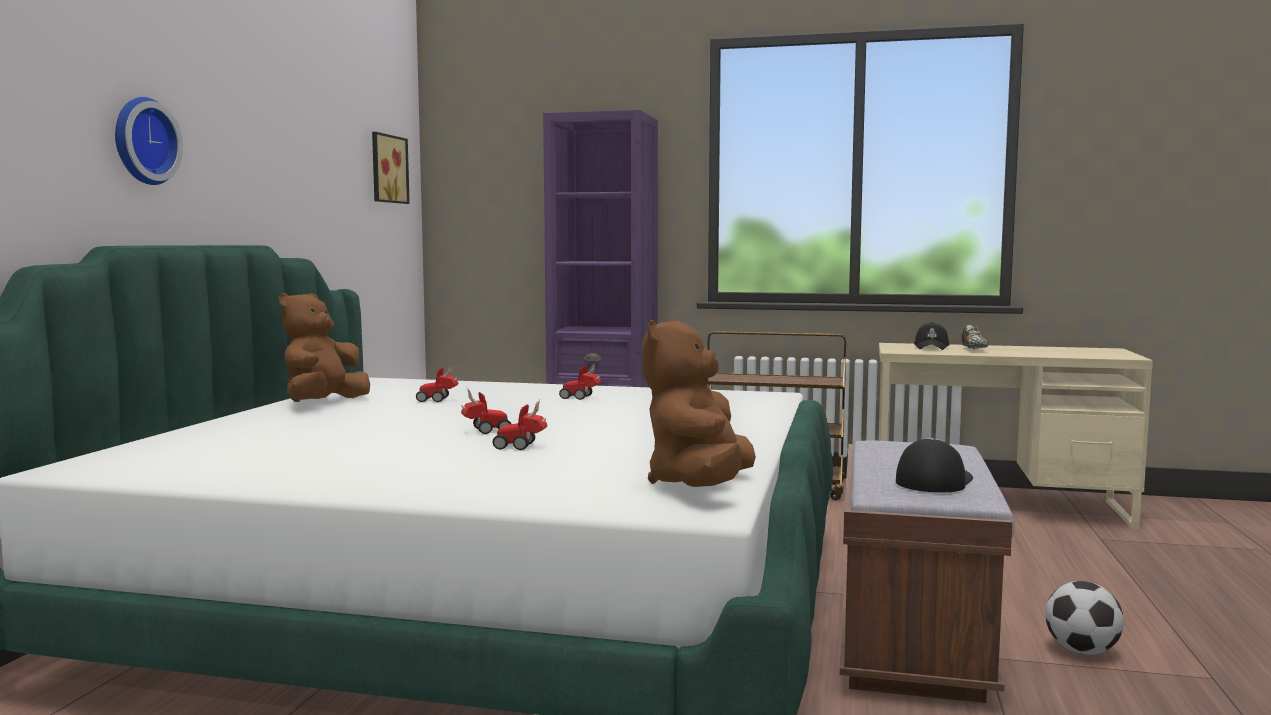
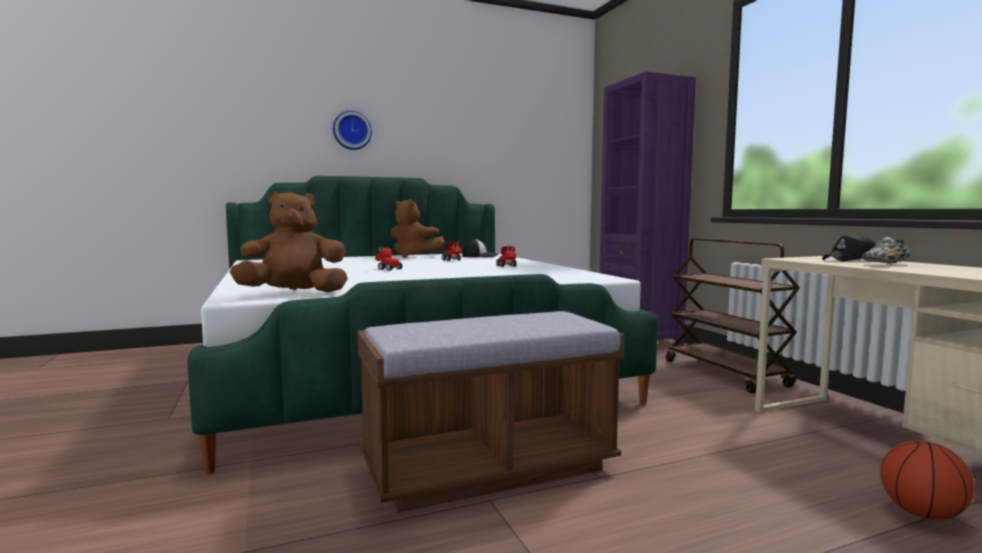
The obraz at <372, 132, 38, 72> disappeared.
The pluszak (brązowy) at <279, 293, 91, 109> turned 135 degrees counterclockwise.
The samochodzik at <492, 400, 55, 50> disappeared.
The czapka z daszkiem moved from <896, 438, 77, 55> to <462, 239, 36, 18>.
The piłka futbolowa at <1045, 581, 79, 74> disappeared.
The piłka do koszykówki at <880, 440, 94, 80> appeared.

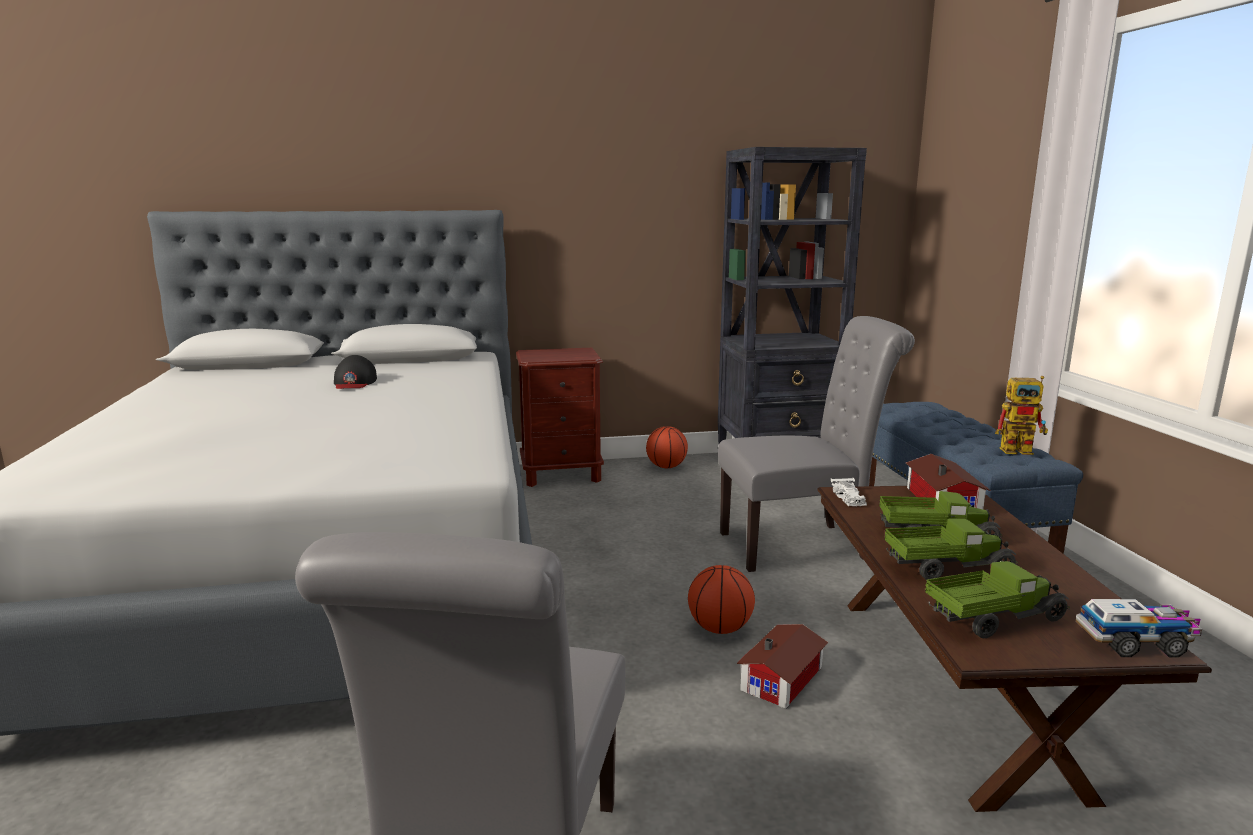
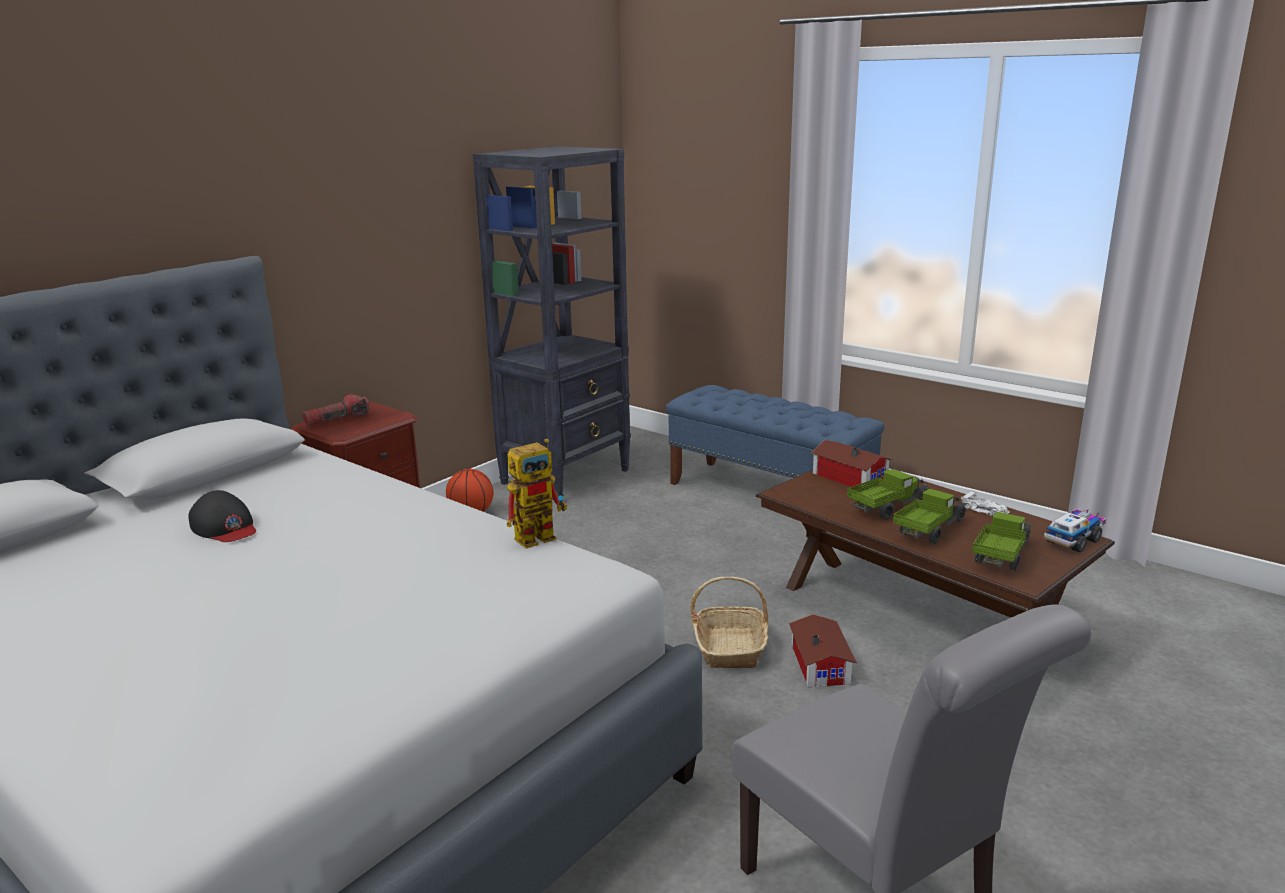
The krzesło (szary) at <718, 316, 197, 256> disappeared.
The robot zabawkowy moved from <995, 376, 53, 79> to <507, 439, 60, 109>.
The samochodzik (biały) moved from <831, 478, 36, 29> to <961, 490, 49, 26>.
The piłka do koszykówki at <688, 565, 67, 69> was replaced by the koszyk at <690, 577, 78, 91>.
The latarka at <302, 394, 68, 32> appeared.

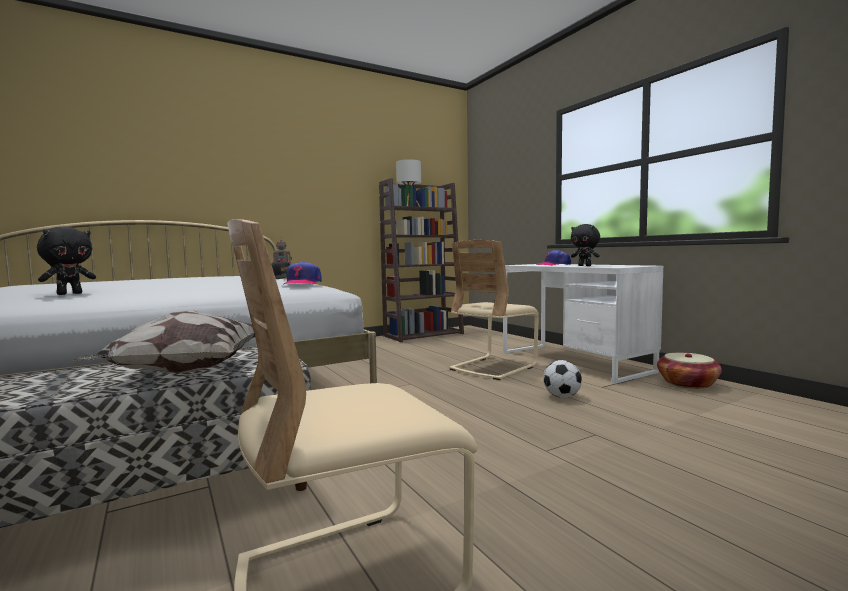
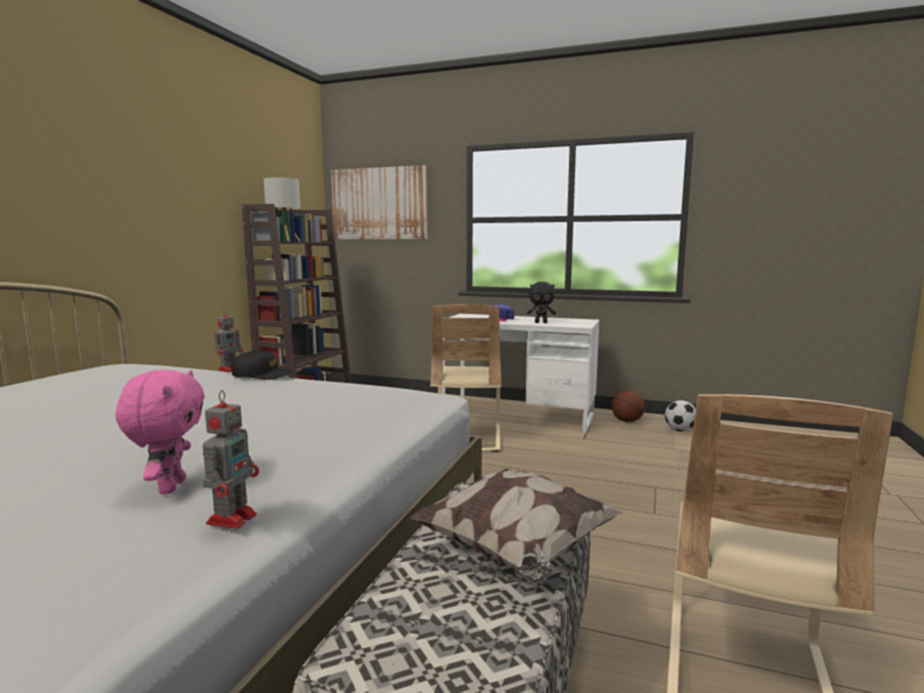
The pluszak (czarny) at <37, 227, 59, 68> became the pluszak (różowy) at <116, 370, 89, 124>.
The czapka z daszkiem at <284, 262, 38, 22> disappeared.
The koszyk at <657, 353, 65, 36> was replaced by the piłka do koszykówki at <611, 390, 34, 32>.
The piłka futbolowa moved from <543, 360, 39, 38> to <665, 400, 31, 31>.
The obraz at <331, 165, 97, 74> appeared.
The robot zabawkowy at <203, 390, 56, 139> appeared.

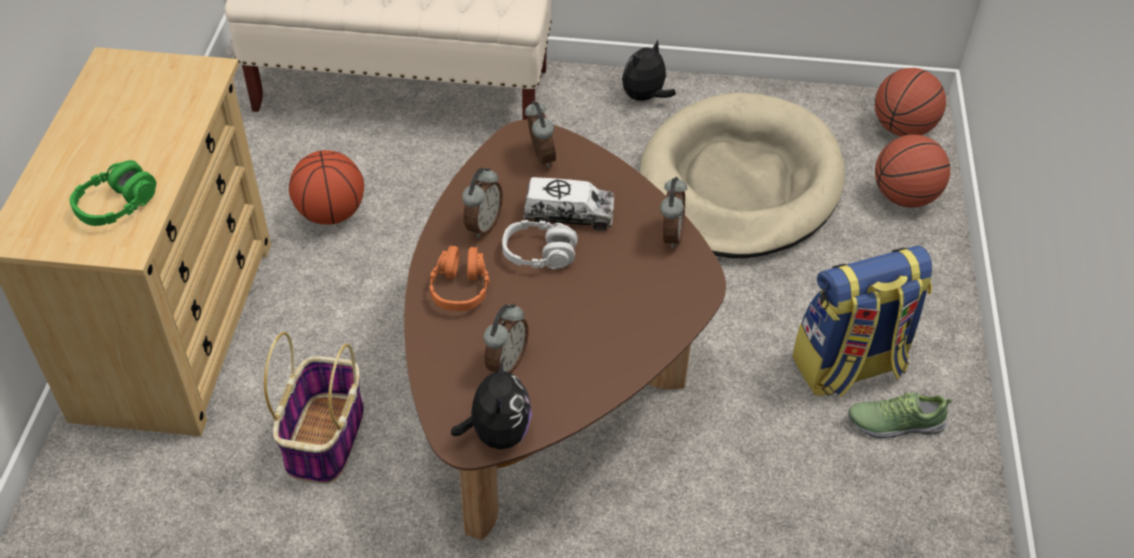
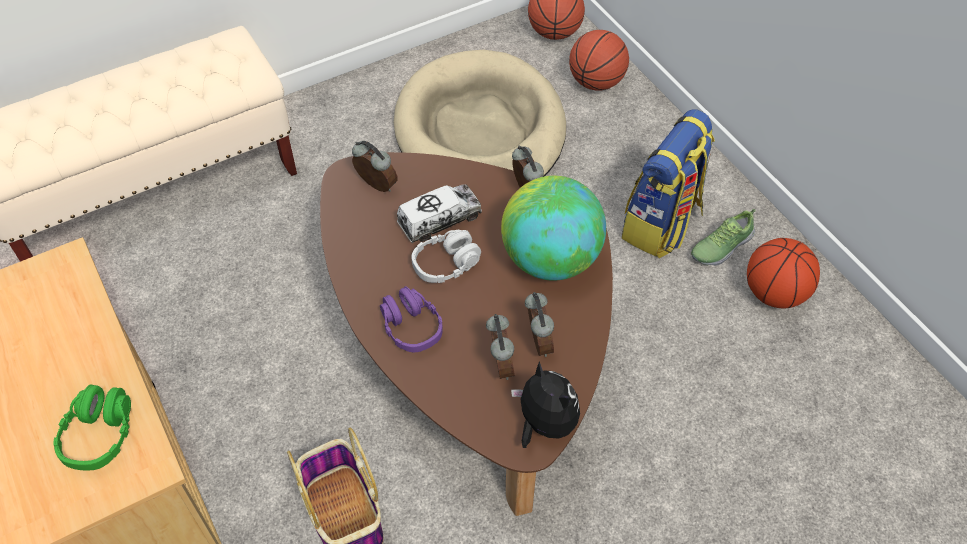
The pluszak at <622, 39, 54, 62> disappeared.
The piłka do koszykówki moved from <289, 150, 75, 75> to <747, 238, 73, 71>.
The budzik moved from <462, 167, 41, 71> to <525, 292, 29, 65>.
The słuchawki (pomarańczowy) at <429, 245, 61, 66> became the słuchawki (fioletowy) at <380, 286, 63, 66>.
The globus at <501, 176, 105, 105> appeared.

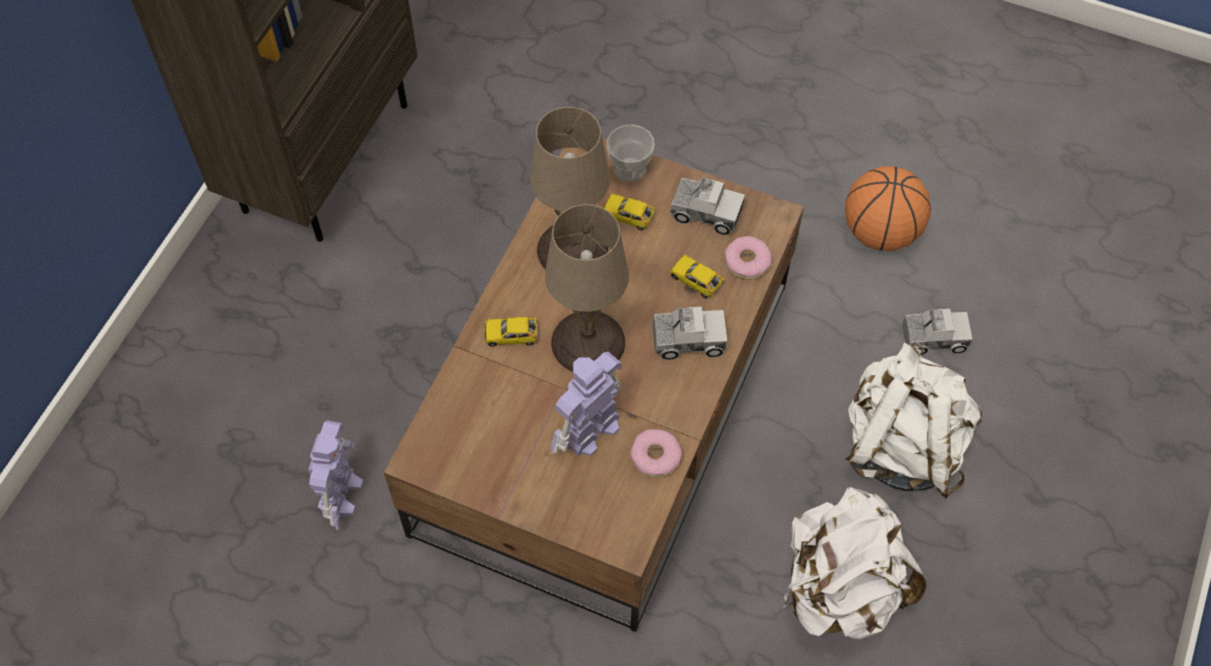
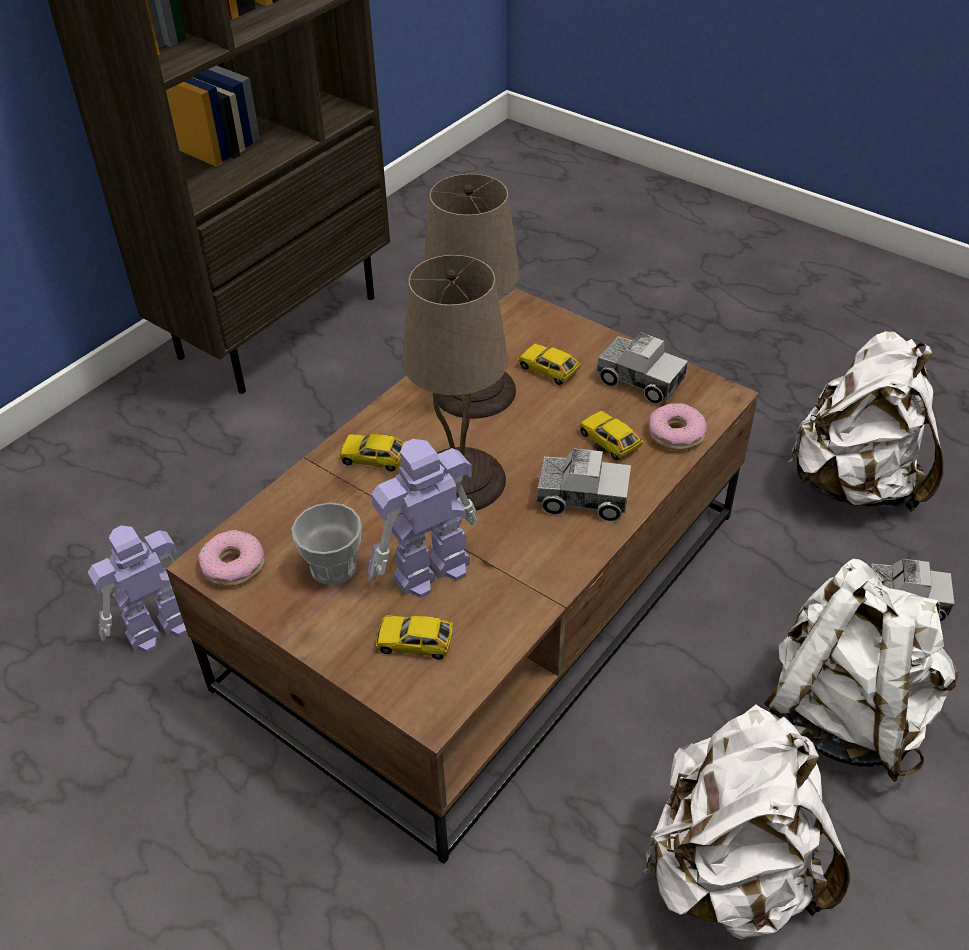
The filiżanka moved from <607, 125, 48, 57> to <292, 502, 70, 83>.
The piłka do koszykówki at <845, 166, 86, 85> was replaced by the plecak (biały) at <788, 331, 156, 180>.
The robot zabawkowy at <308, 420, 55, 110> turned 150 degrees counterclockwise.
The donut moved from <630, 429, 52, 49> to <198, 530, 67, 56>.
The samochodzik at <376, 615, 77, 45> appeared.

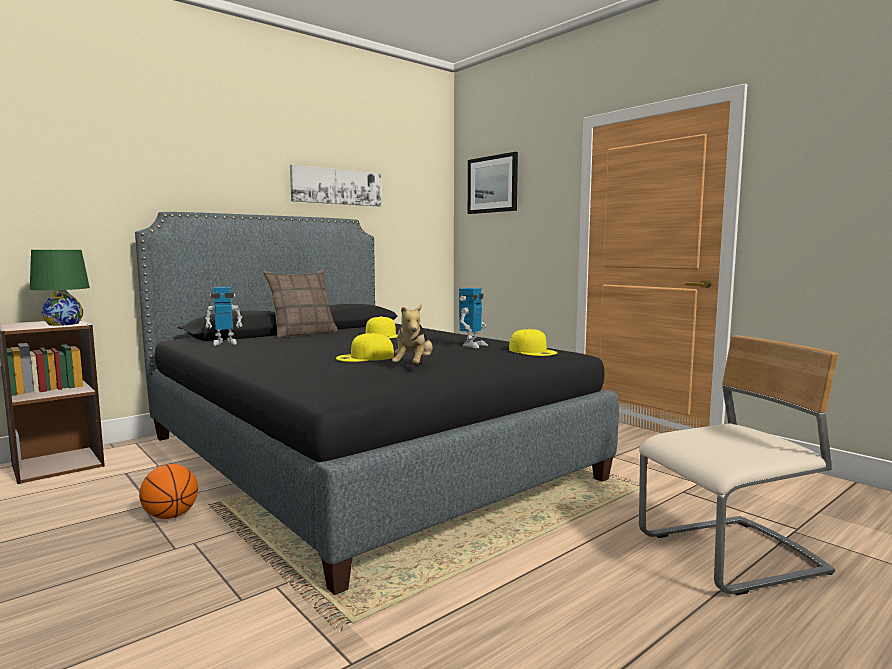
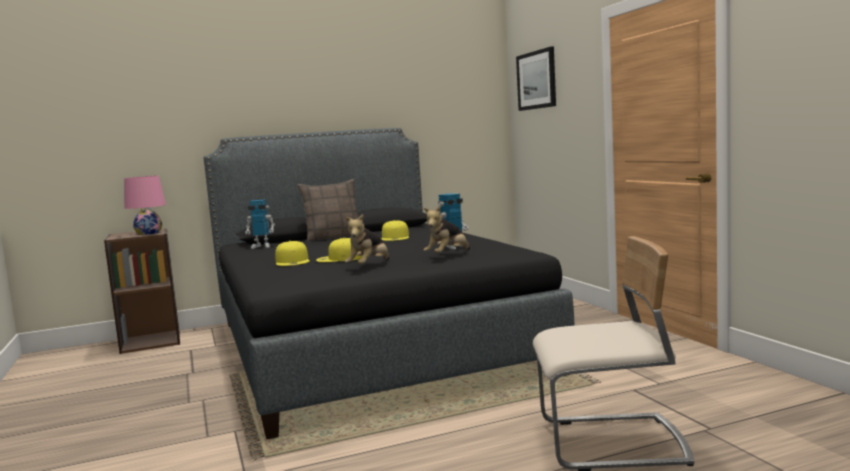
The obraz at <290, 165, 91, 41> disappeared.
The lampa stołowa (zielony) at <30, 250, 60, 76> became the lampa stołowa (różowy) at <124, 176, 42, 59>.
The czapka z daszkiem (żółty) moved from <509, 329, 48, 27> to <275, 241, 35, 25>.
The piłka do koszykówki at <139, 464, 59, 55> disappeared.
The pluszak at <424, 205, 46, 48> appeared.

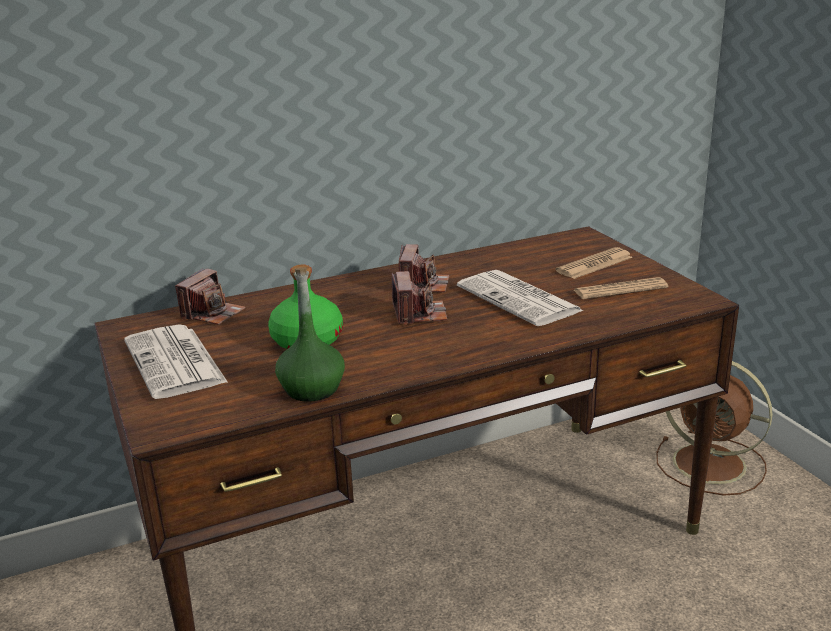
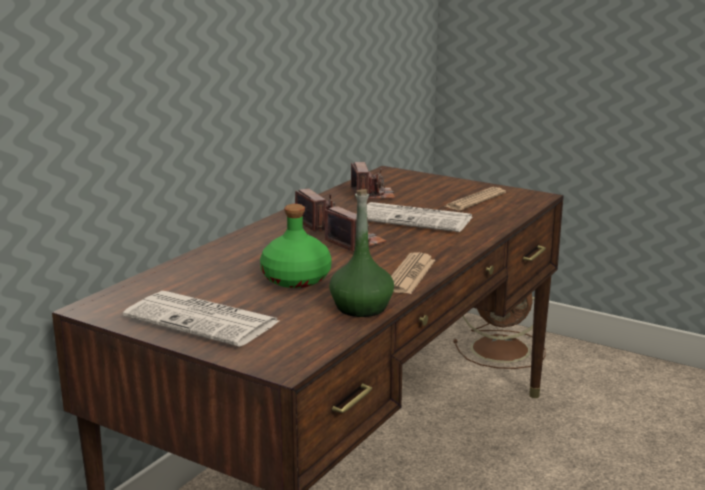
The gazeta moved from <556, 247, 77, 32> to <391, 252, 44, 42>.
The aparat fotograficzny moved from <175, 269, 71, 56> to <351, 162, 44, 38>.

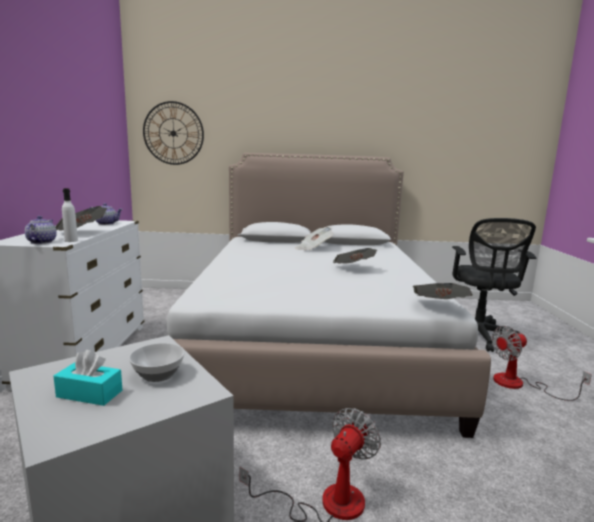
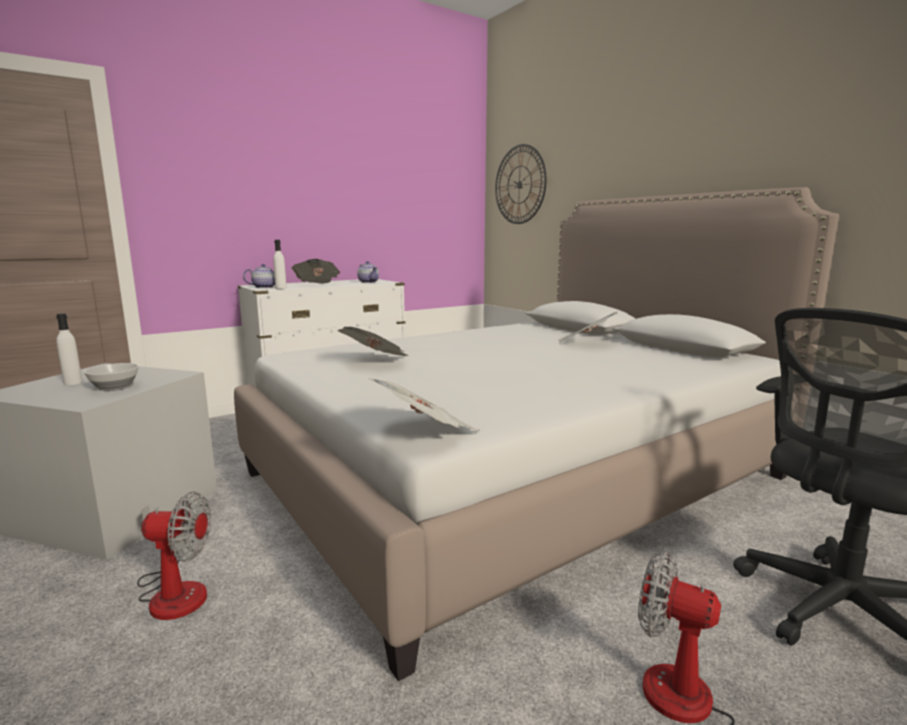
The gazeta moved from <333, 248, 44, 16> to <338, 327, 70, 29>.
The pudełko chusteczek (turkusowy) at <54, 350, 68, 56> was replaced by the butelka (biały) at <56, 313, 27, 72>.

